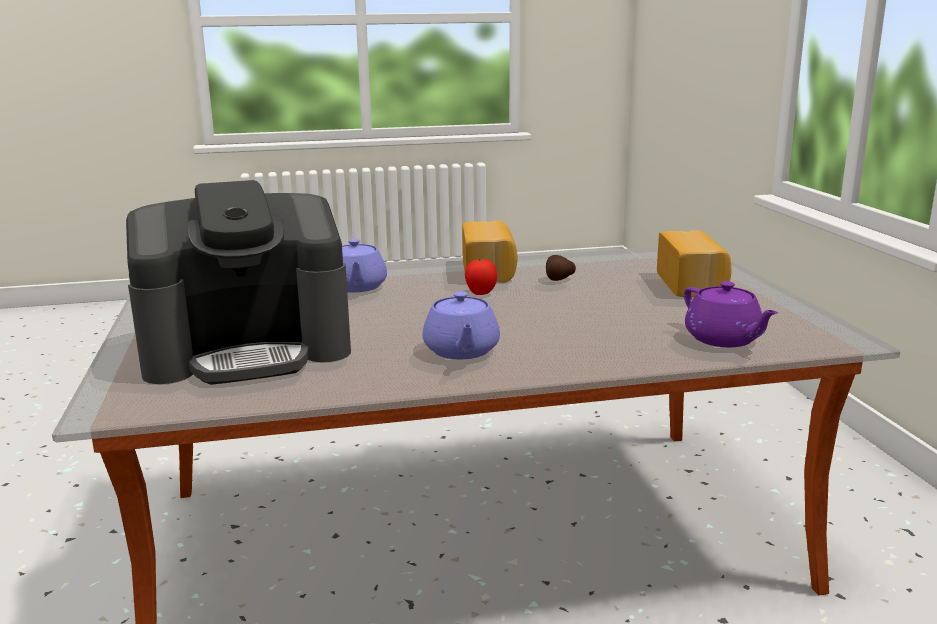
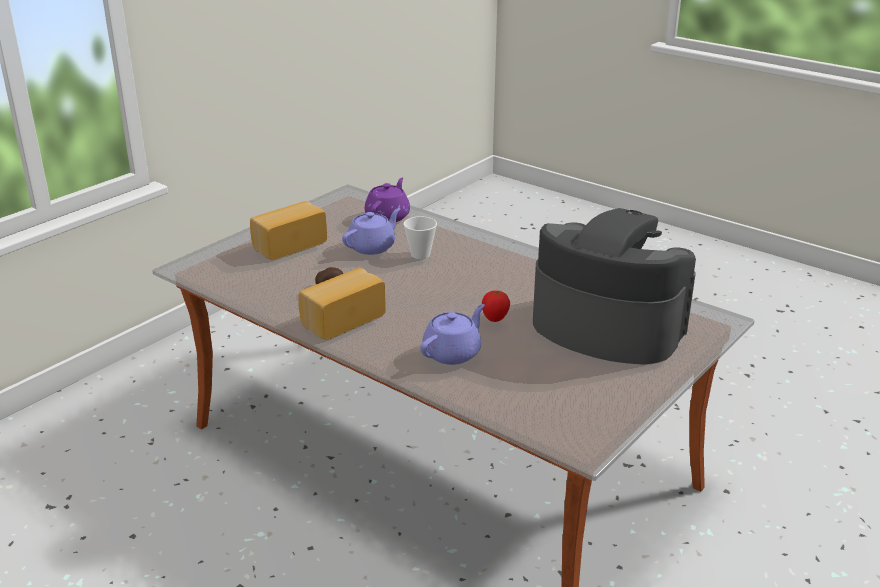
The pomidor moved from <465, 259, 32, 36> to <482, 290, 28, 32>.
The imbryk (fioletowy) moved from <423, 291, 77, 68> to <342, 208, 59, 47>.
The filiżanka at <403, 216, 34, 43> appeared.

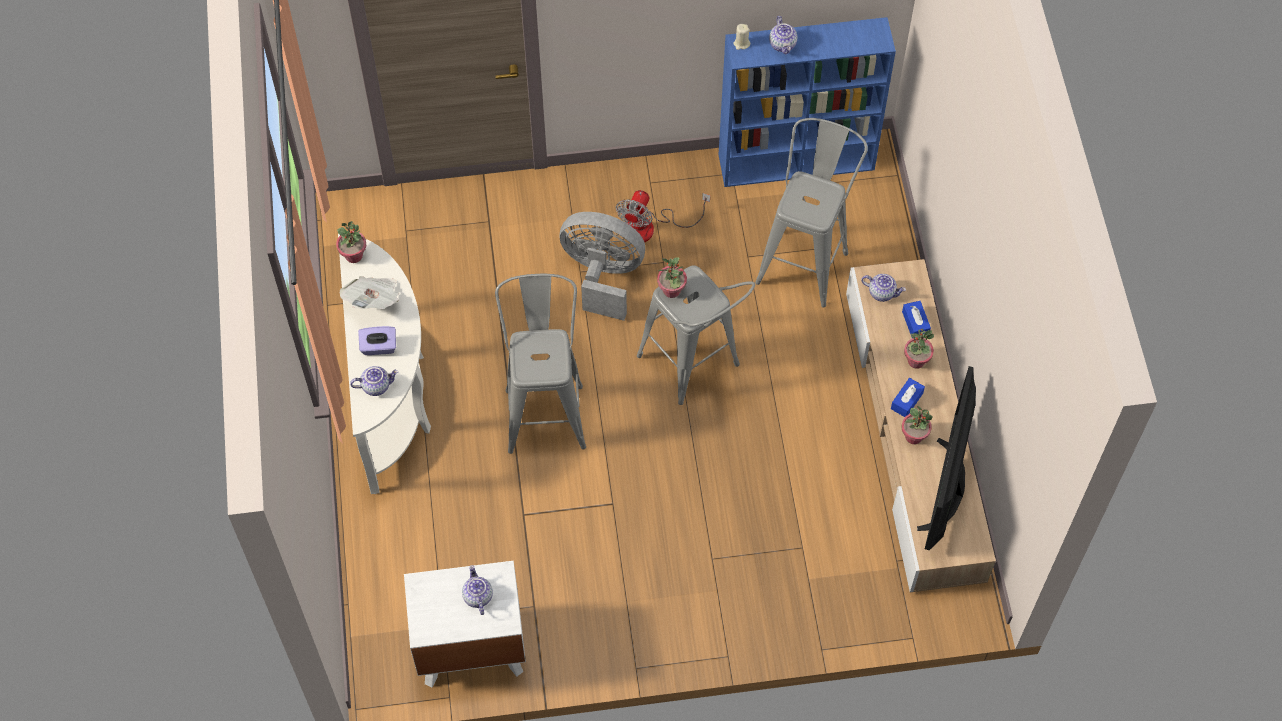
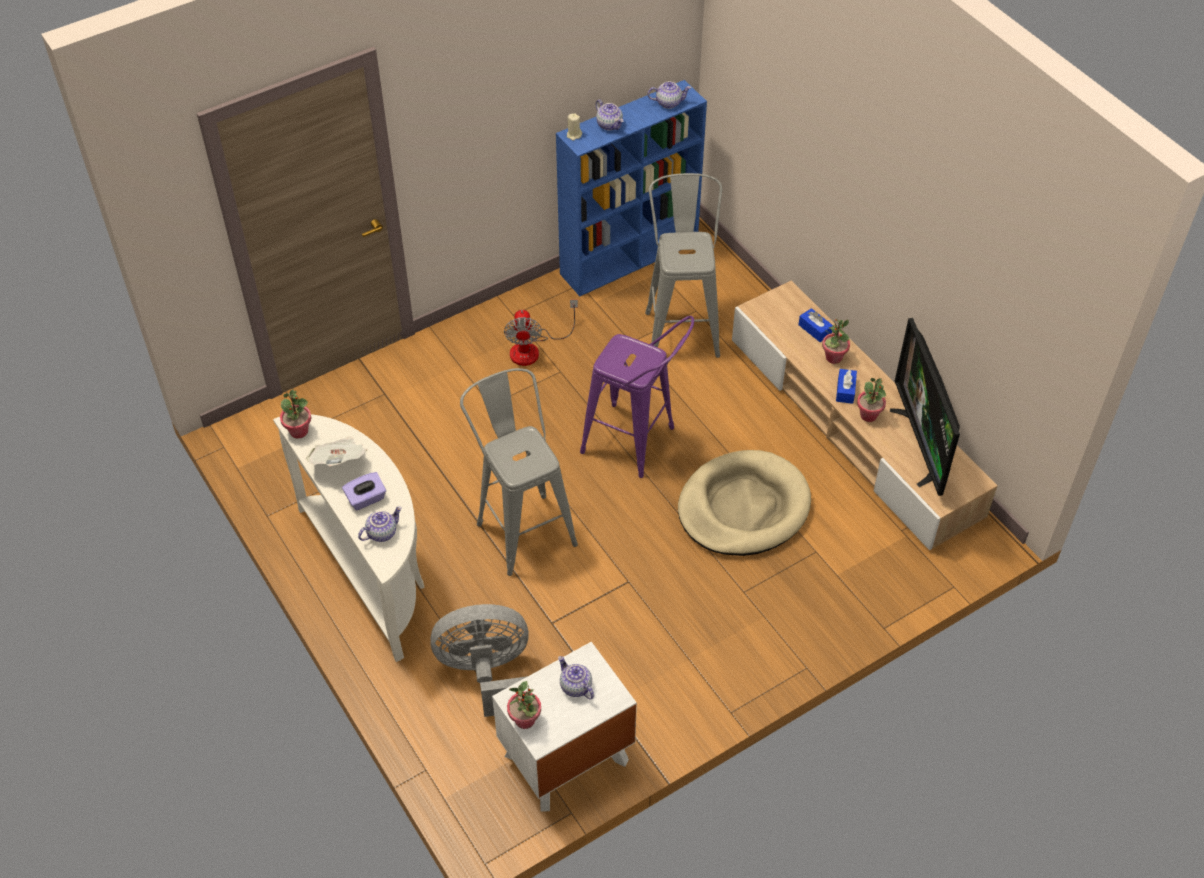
The wentylator (szary) moved from <559, 212, 86, 109> to <430, 604, 99, 113>.
The roślina doniczkowa moved from <657, 257, 30, 41> to <507, 681, 34, 48>.
The stołek (szary) at <637, 265, 118, 140> became the stołek (fioletowy) at <580, 316, 114, 162>.
The imbryk moved from <861, 274, 45, 28> to <648, 81, 43, 28>.
The legowisko (beżowy) at <678, 450, 133, 106> appeared.

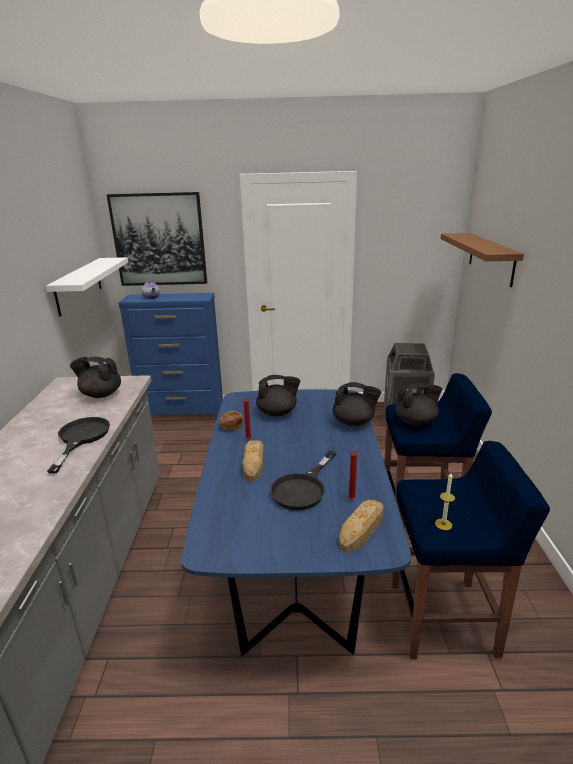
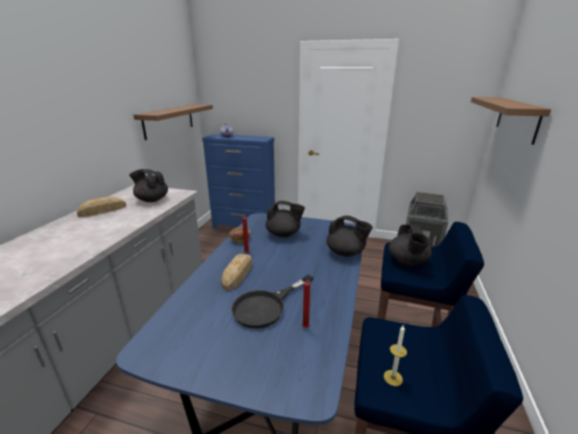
The obraz at <107, 192, 100, 94> disappeared.
The półka (biały) at <46, 257, 82, 60> became the półka (brązowy) at <133, 104, 80, 36>.
The imbryk (czarny) at <395, 383, 47, 42> turned 90 degrees clockwise.
The patelnia (czarny) at <47, 417, 63, 57> disappeared.
The chleb moved from <339, 500, 45, 52> to <76, 197, 51, 20>.

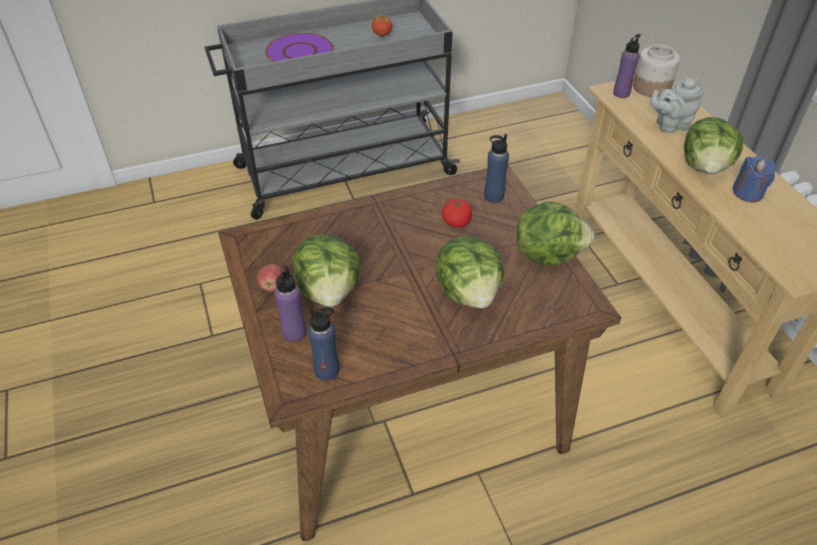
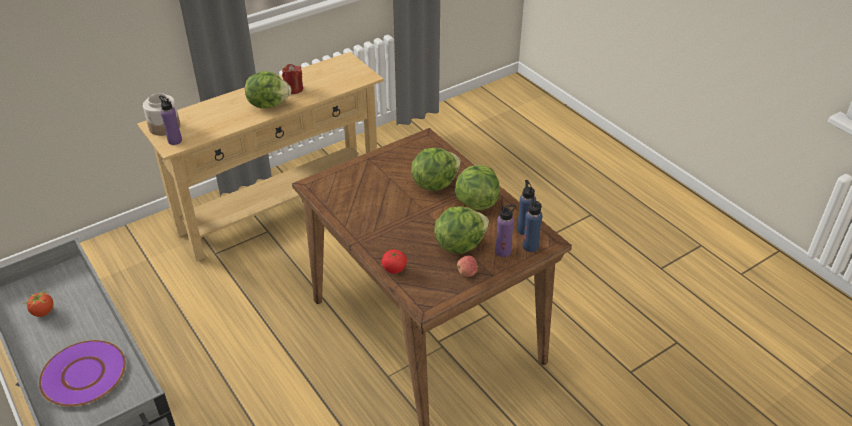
The imbryk (szary) at <650, 78, 54, 55> disappeared.
The butelka (niebieski) moved from <484, 134, 25, 69> to <523, 198, 20, 54>.
The świeca (niebieski) at <733, 156, 42, 46> became the świeca (czerwony) at <282, 64, 21, 30>.
The pomidor moved from <442, 198, 30, 30> to <382, 250, 25, 24>.
The sałata moved from <517, 201, 77, 64> to <455, 165, 45, 45>.

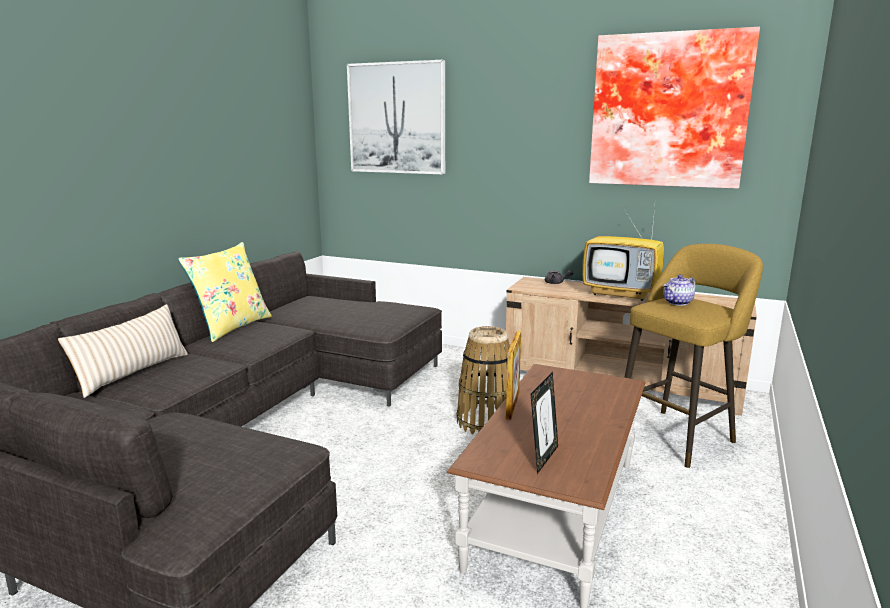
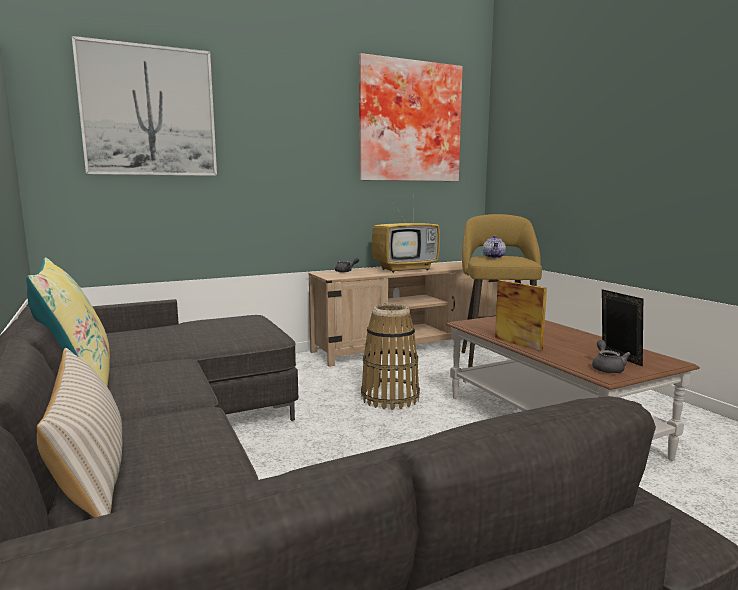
The imbryk (szary) at <592, 340, 38, 33> appeared.

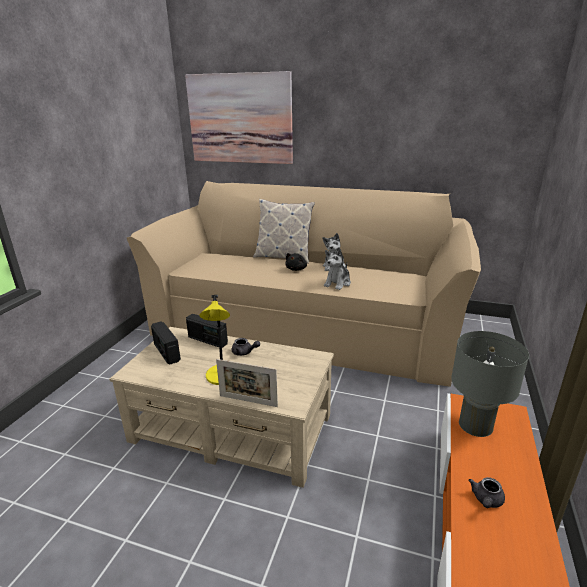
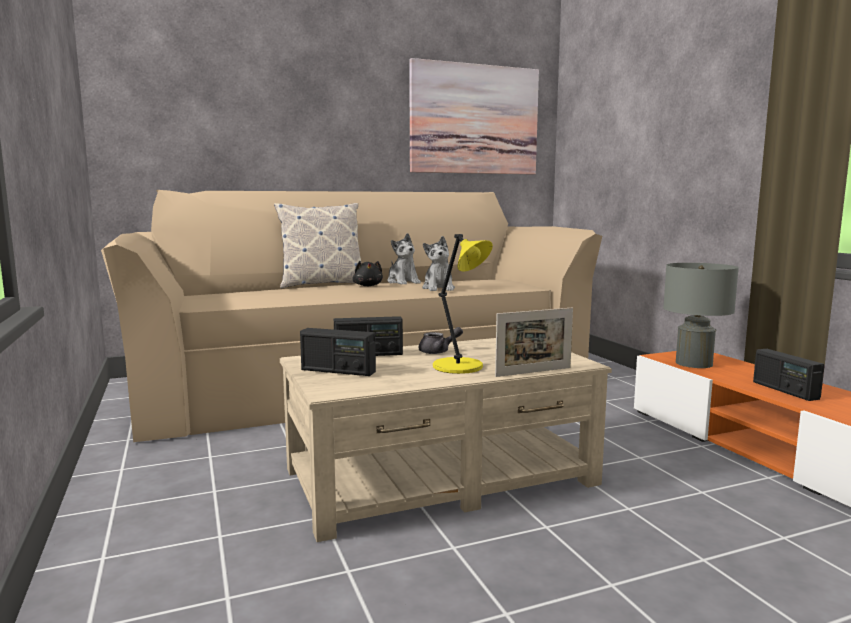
The obraz moved from <185, 71, 108, 93> to <409, 58, 130, 116>.
The imbryk (szary) at <468, 477, 37, 31> was replaced by the radio at <753, 349, 72, 52>.

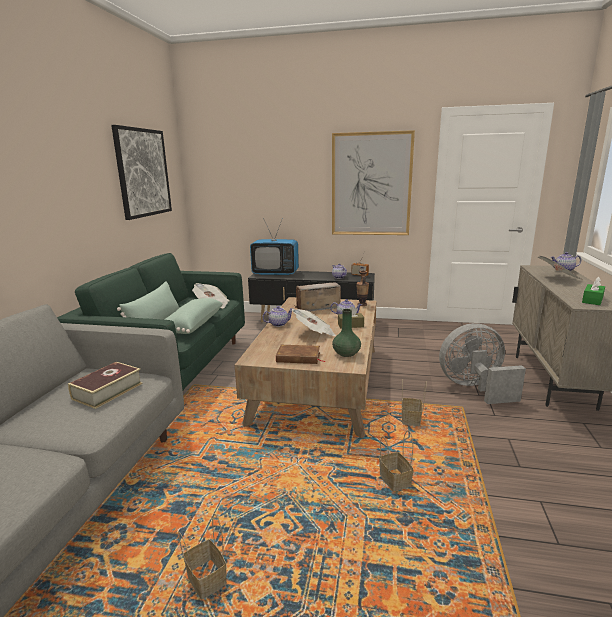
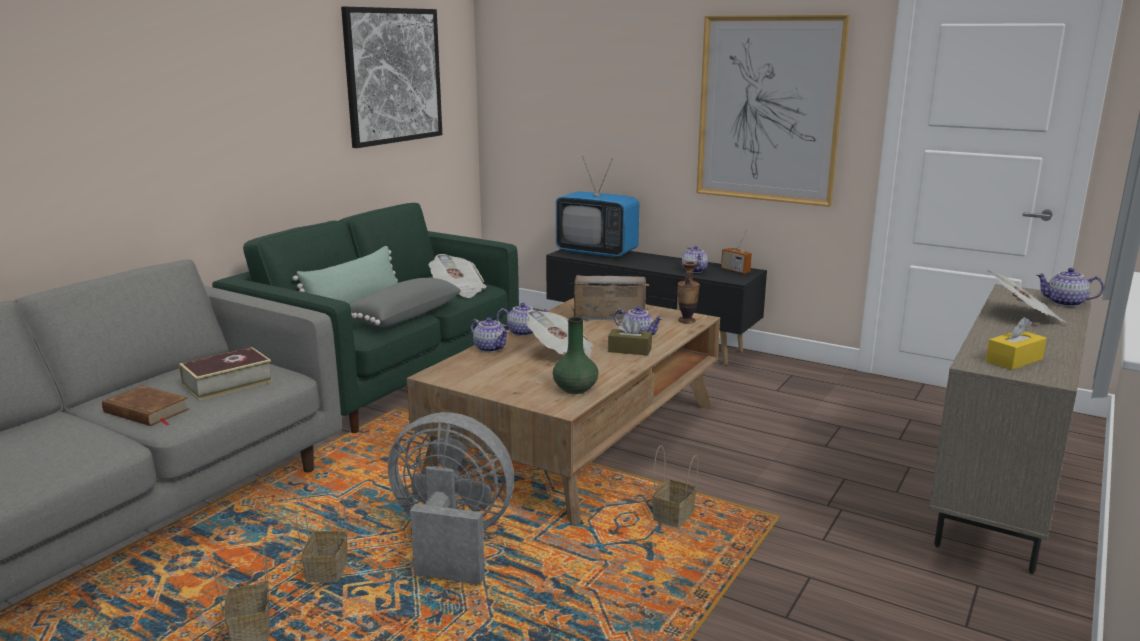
The pudełko chusteczek (zielony) at <582, 277, 23, 28> became the pudełko chusteczek (żółty) at <985, 317, 62, 53>.
The poduszka (zielony) at <164, 298, 59, 36> became the poduszka (szary) at <350, 278, 112, 49>.
The wentylator (szary) moved from <439, 323, 87, 81> to <388, 412, 126, 173>.
The książka (brązowy) moved from <276, 345, 49, 19> to <102, 386, 87, 40>.
The koszyk moved from <379, 430, 35, 61> to <295, 497, 53, 86>.
The imbryk at <470, 317, 39, 35> appeared.

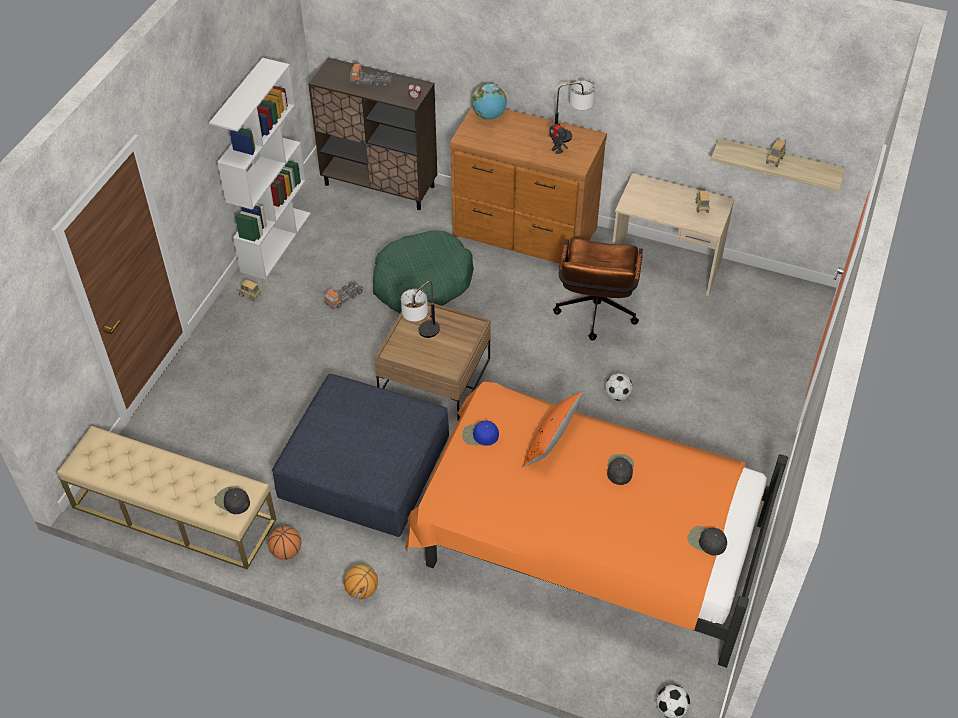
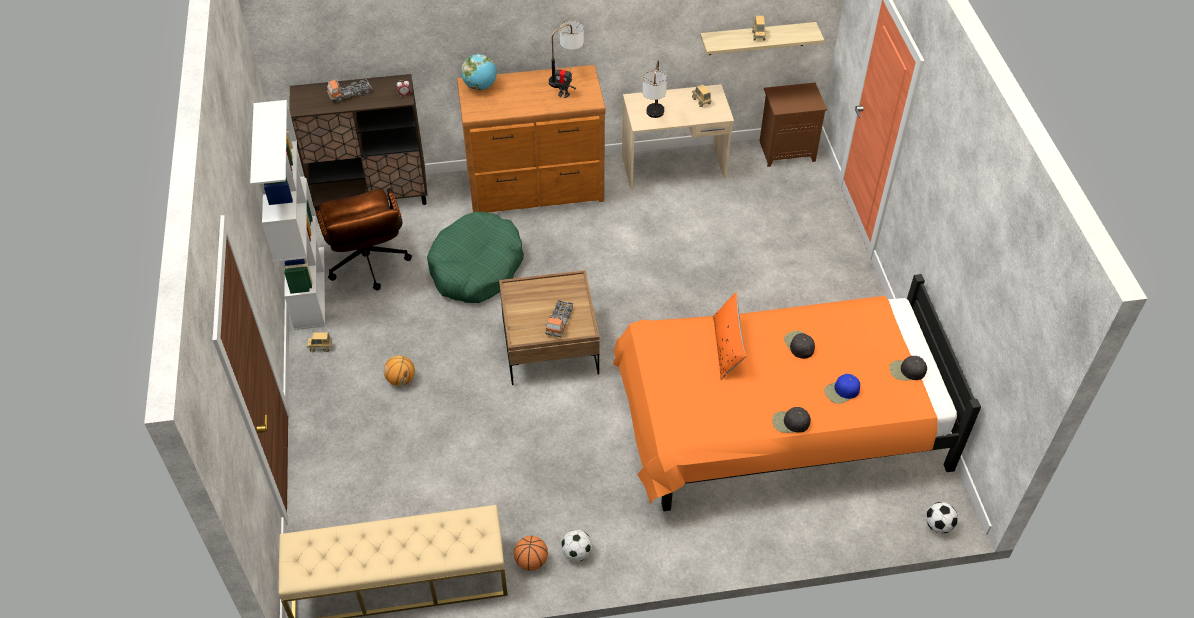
The krzesło biurowe (brązowy) moved from <553, 239, 90, 101> to <314, 188, 98, 102>.
The ciężarówka zabawkowa moved from <324, 280, 40, 29> to <545, 300, 28, 37>.
The lampa stołowa moved from <401, 281, 39, 57> to <643, 61, 24, 57>.
The piłka futbolowa moved from <605, 373, 28, 28> to <561, 530, 31, 31>.
The pufa (niebieski) at <272, 374, 177, 163> disappeared.
The czapka z daszkiem (niebieski) moved from <462, 421, 37, 25> to <824, 374, 36, 30>.
The czapka z daszkiem (czarny) moved from <215, 487, 35, 27> to <773, 407, 38, 26>.
The piłka do koszykówki moved from <344, 564, 34, 35> to <384, 355, 31, 31>.
The szafka nocna (brązowy) at <760, 82, 67, 85> appeared.

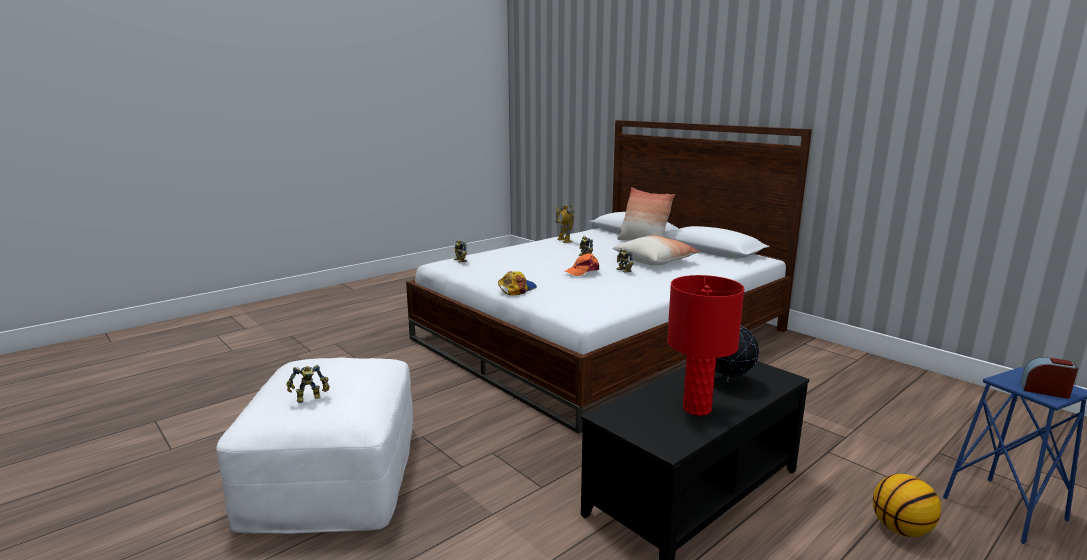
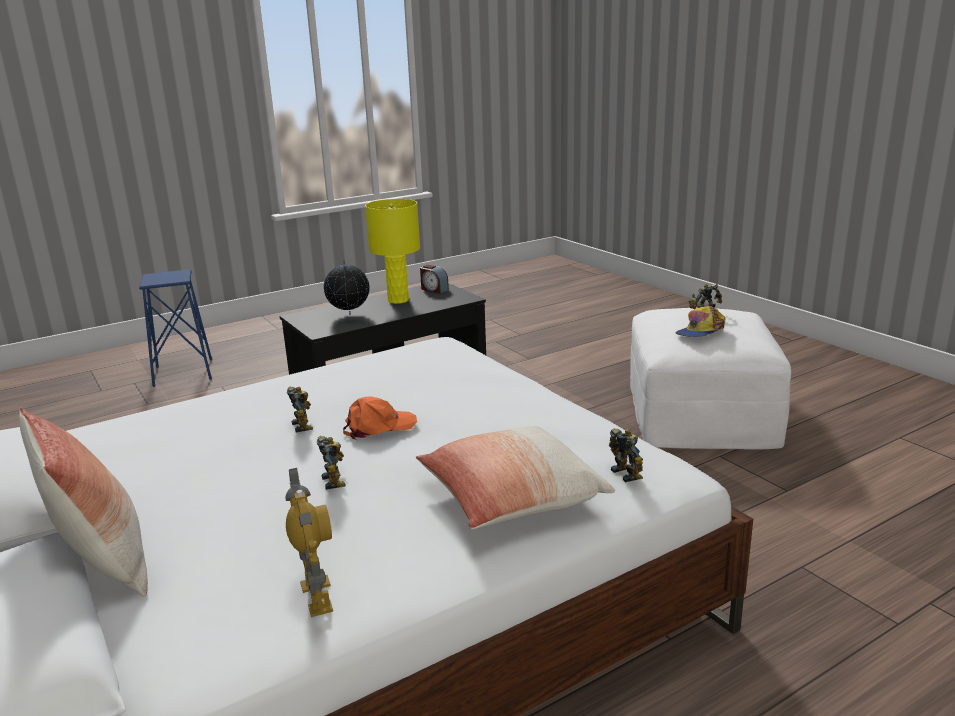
The poduszka moved from <613, 235, 87, 31> to <416, 426, 199, 103>.
The czapka z daszkiem moved from <498, 271, 39, 25> to <675, 306, 50, 31>.
The lampa stołowa (czerwony) at <667, 275, 77, 141> became the lampa stołowa (żółty) at <365, 199, 55, 105>.
The budzik moved from <1021, 357, 57, 41> to <420, 265, 29, 28>.
The piłka do koszykówki at <873, 474, 68, 63> disappeared.

